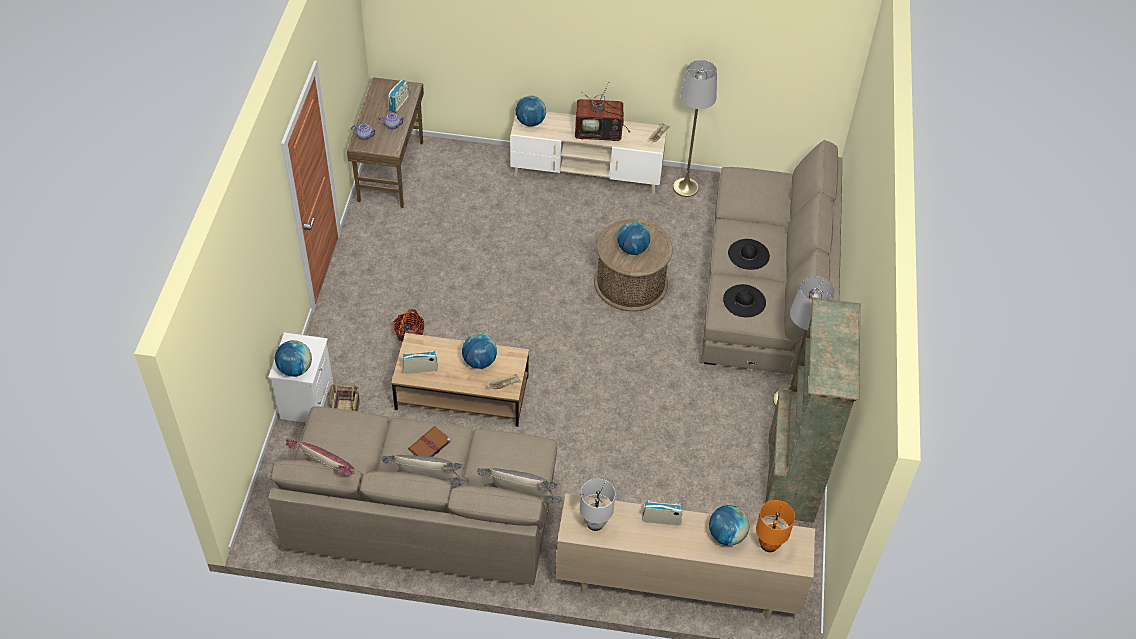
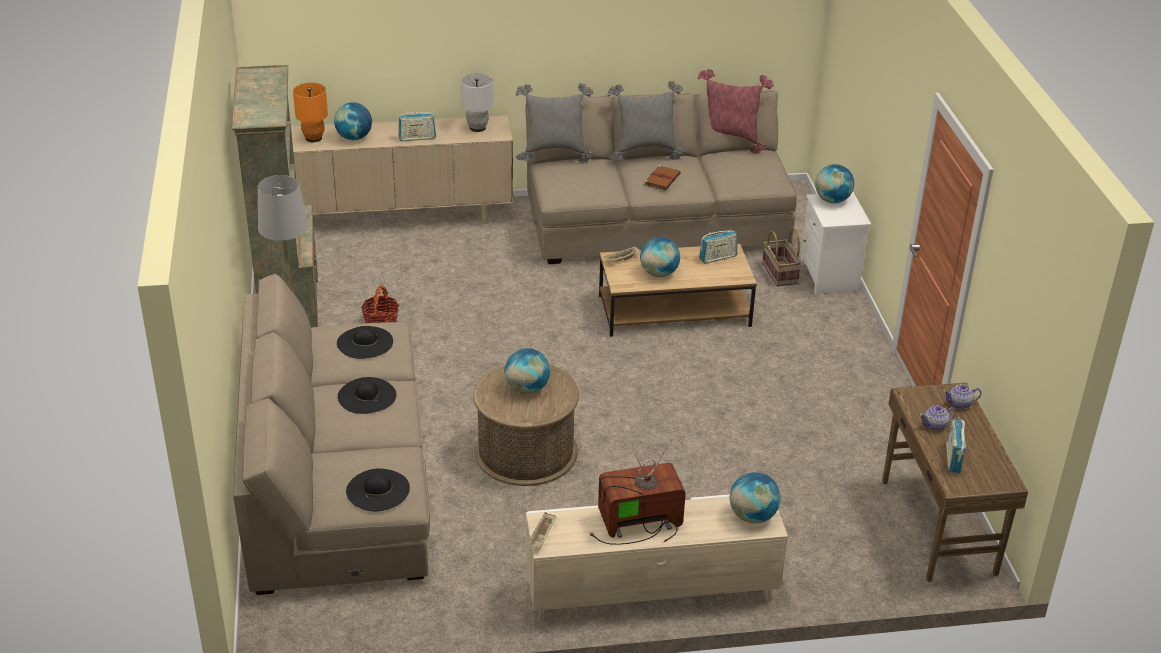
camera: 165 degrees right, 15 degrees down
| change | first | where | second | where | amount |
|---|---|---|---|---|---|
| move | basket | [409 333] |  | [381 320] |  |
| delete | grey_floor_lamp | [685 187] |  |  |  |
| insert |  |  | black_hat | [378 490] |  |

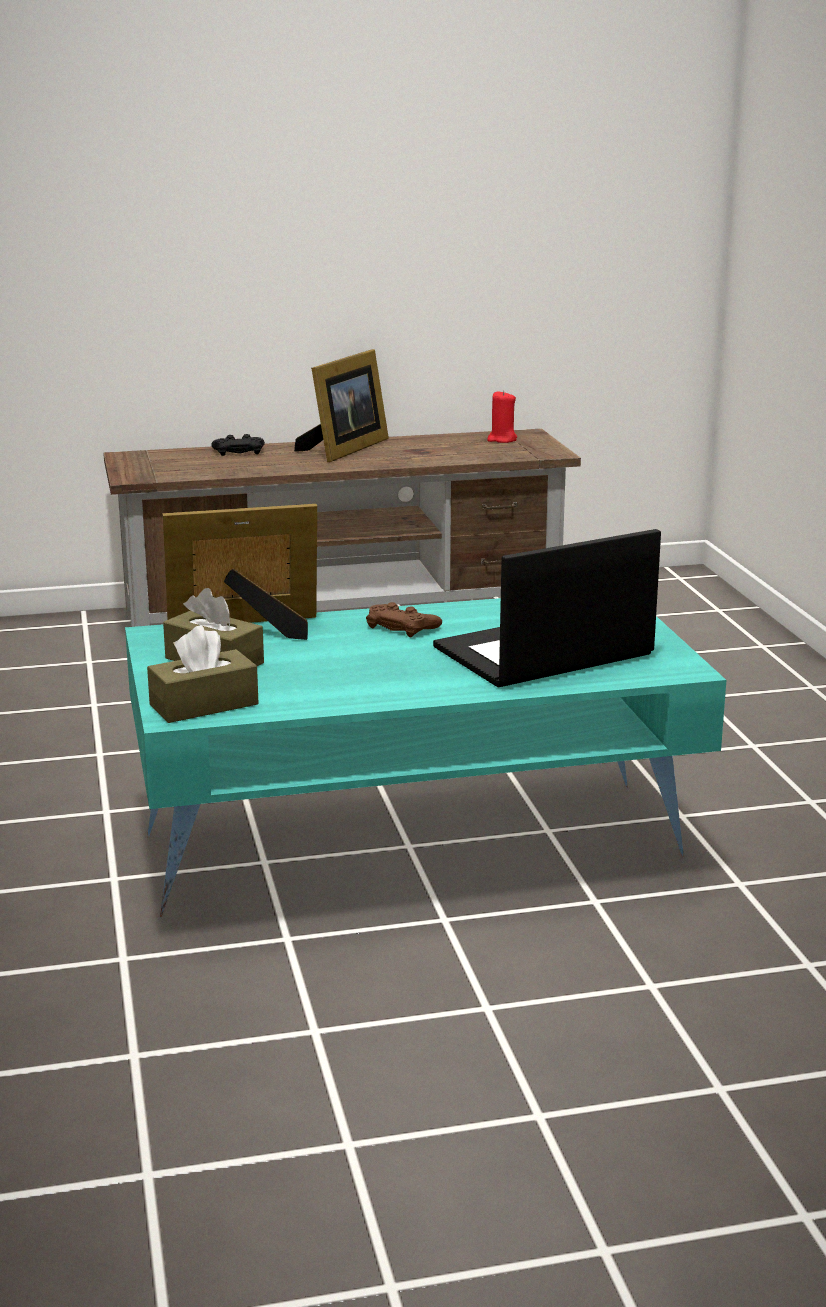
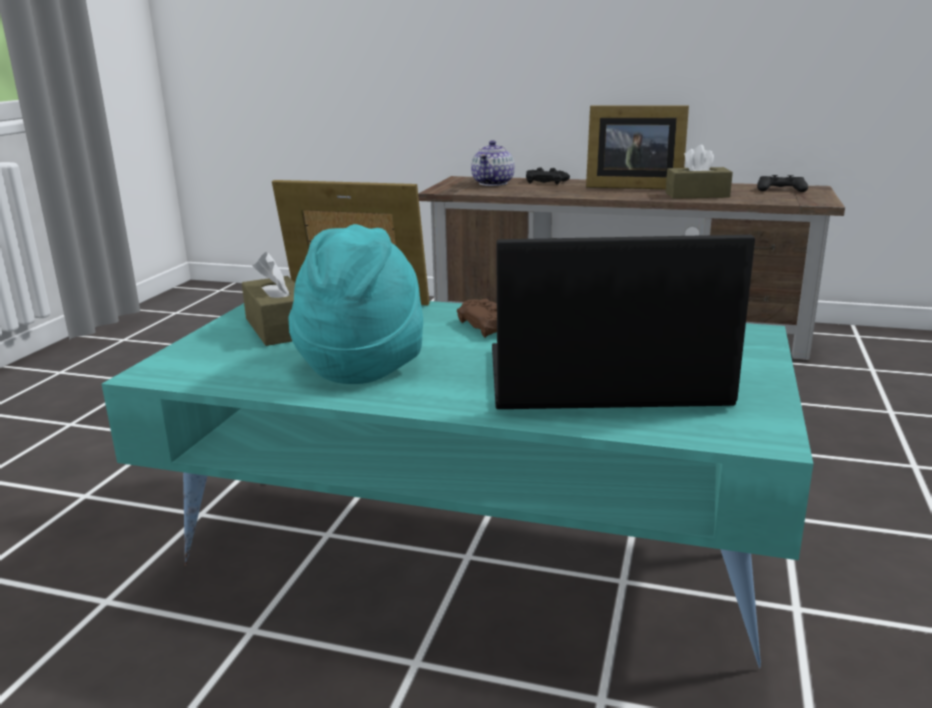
camera: 30 degrees right, 0 degrees up
| change | first | where | second | where | amount |
|---|---|---|---|---|---|
| move | brown_tissue_box | [204 705] |  | [697 195] |  |
| rotate | picture_frame | [344 449] |  | [631 186] | 45 degrees clockwise |
| replace | red_candle | [502 440] | black_game_controller | [780 190] |  |
| insert |  |  | turquoise_hat | [362 363] |  |
| insert |  |  | teapot | [493 183] |  |

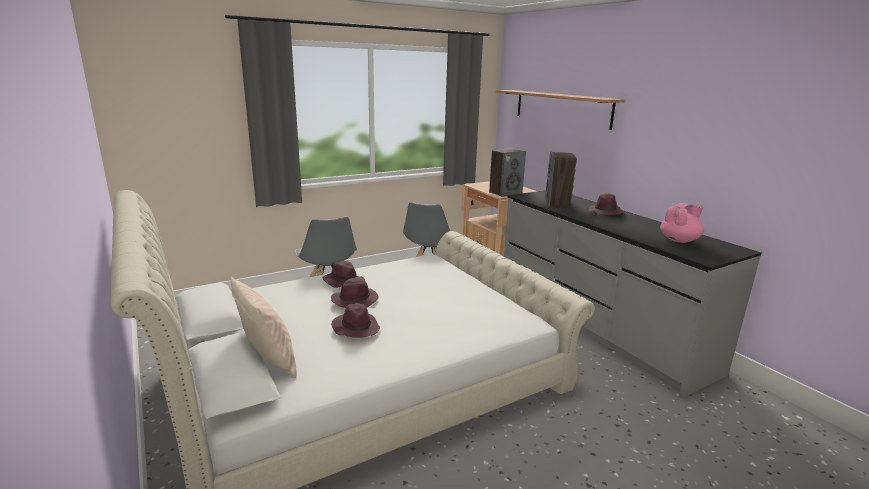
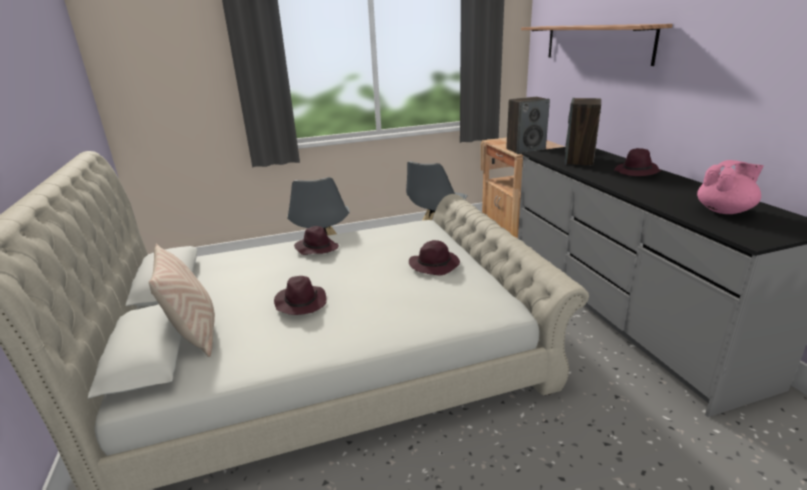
camera: 15 degrees right, 5 degrees up
| change | first | where | second | where | amount |
|---|---|---|---|---|---|
| move | purple_hat | [355 300] |  | [435 265] |  |

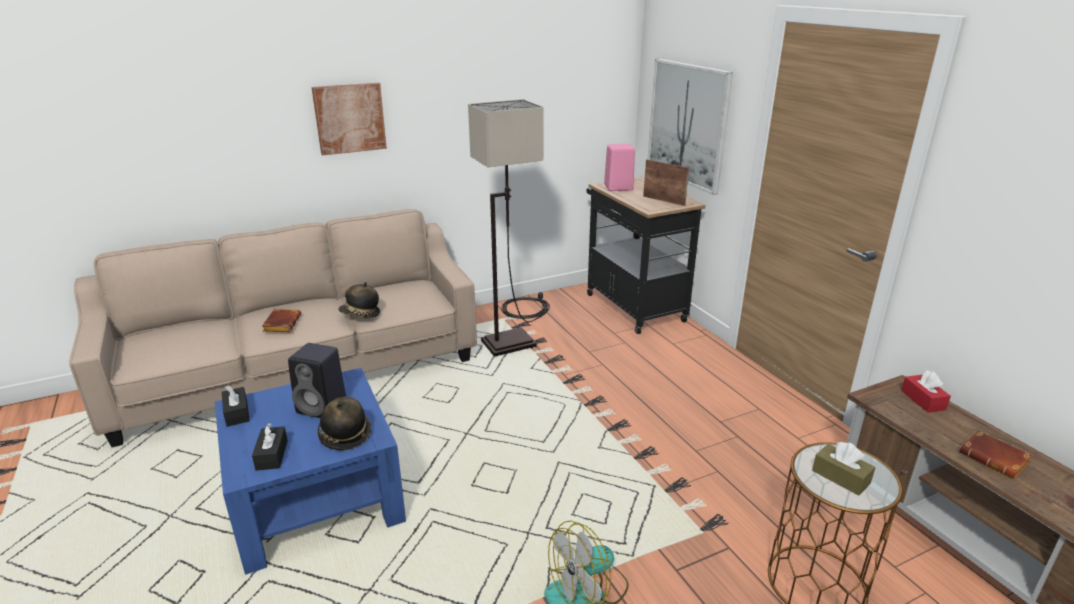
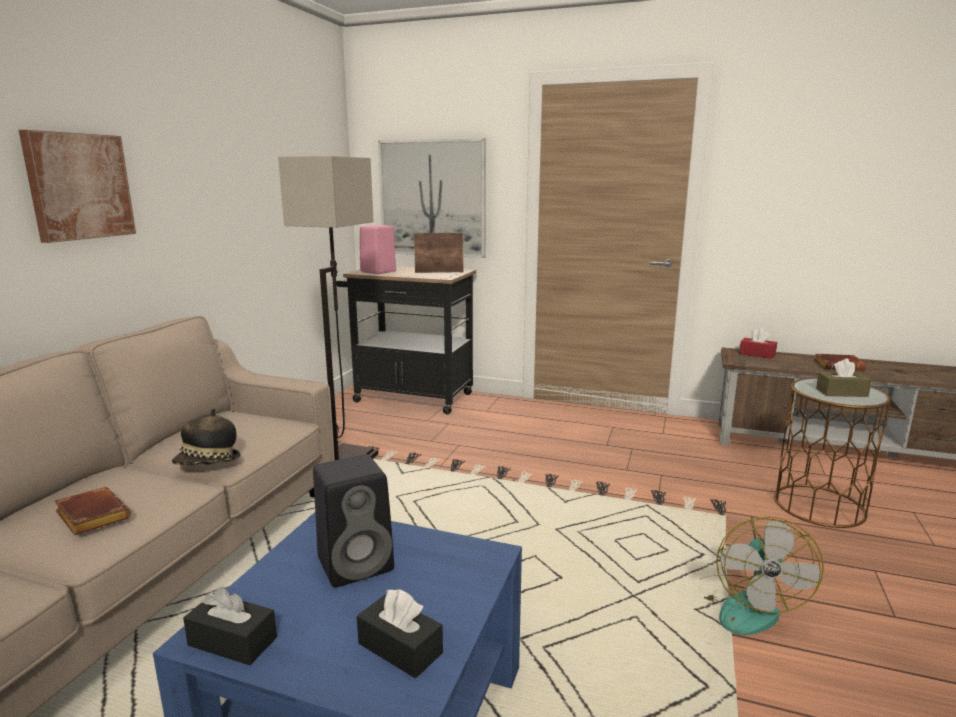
camera: 45 degrees left, 10 degrees down
| change | first | where | second | where | amount |
|---|---|---|---|---|---|
| delete | hat | [345 435] |  |  |  |

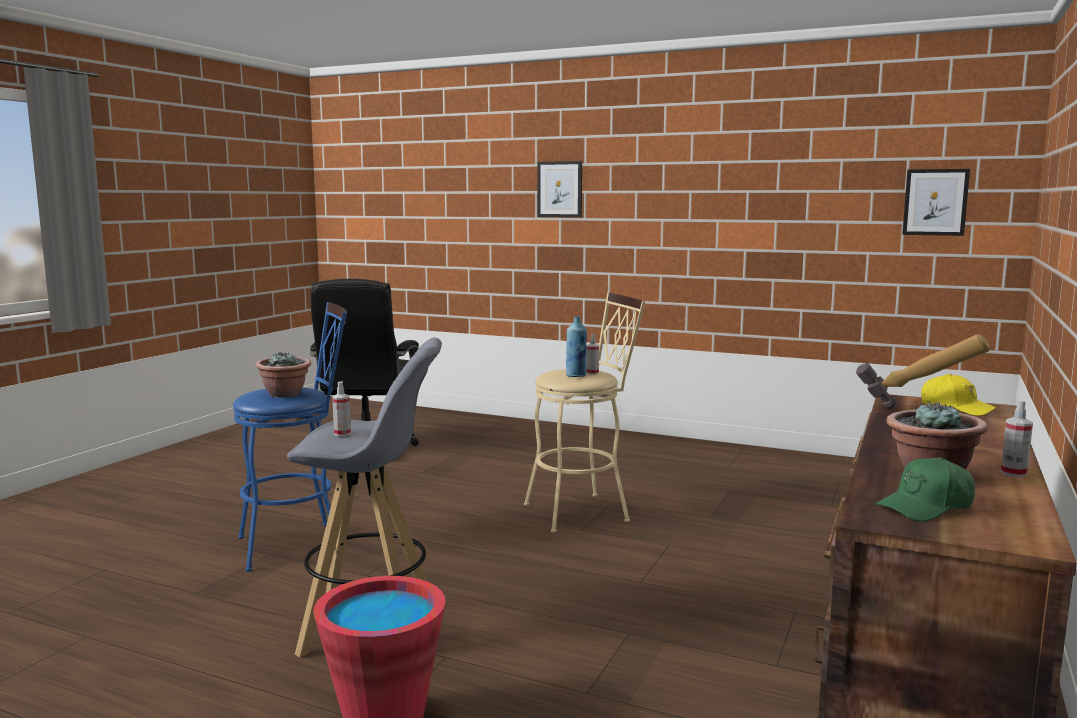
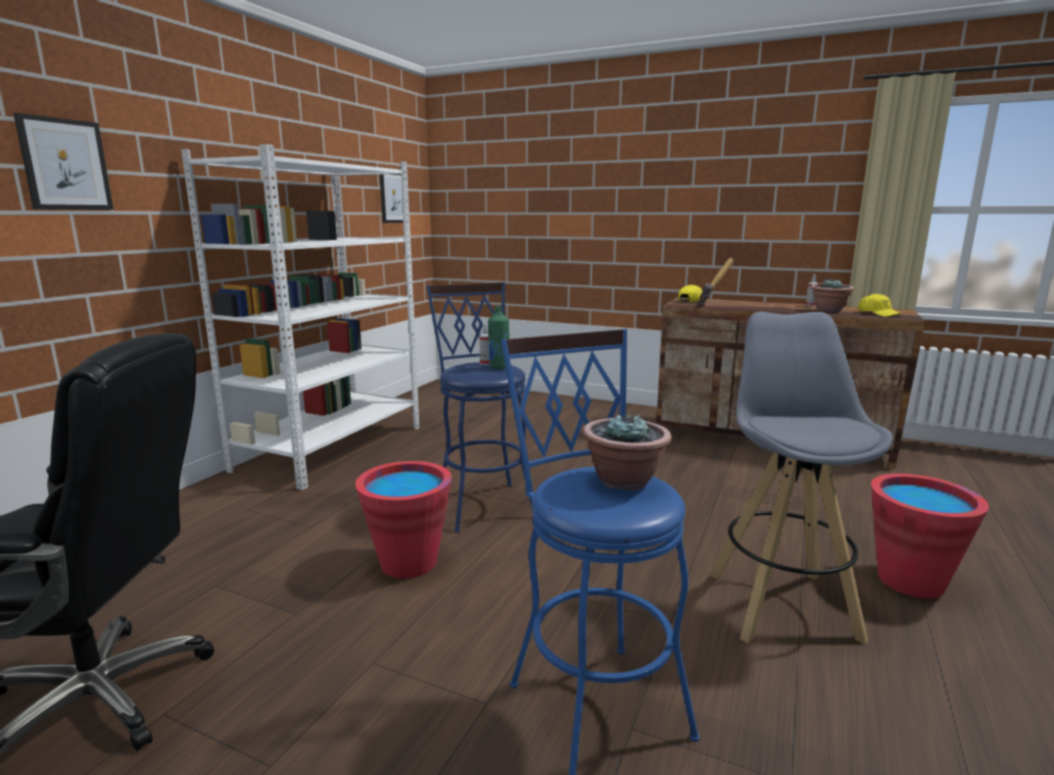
camera: 90 degrees left, 5 degrees up
| change | first | where | second | where | amount |
|---|---|---|---|---|---|
| delete | spray_bottle | [342 433] |  |  |  |
| recolor | beige_stool | [584 511] | blue_stool | [483 502] |  |
| recolor | blue_bottle | [576 376] | green_bottle | [499 367] |  |
| recolor | green_cap | [926 507] | yellow_cap | [878 313] |  |
| insert |  |  | white_bookcase | [332 448] |  |
| insert |  |  | red_bucket | [409 563] |  |

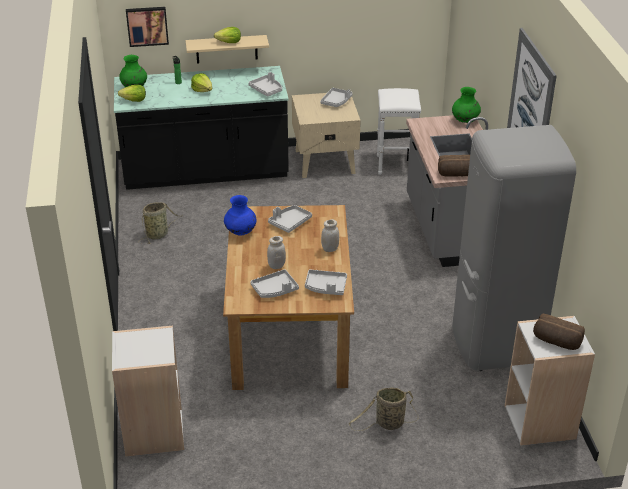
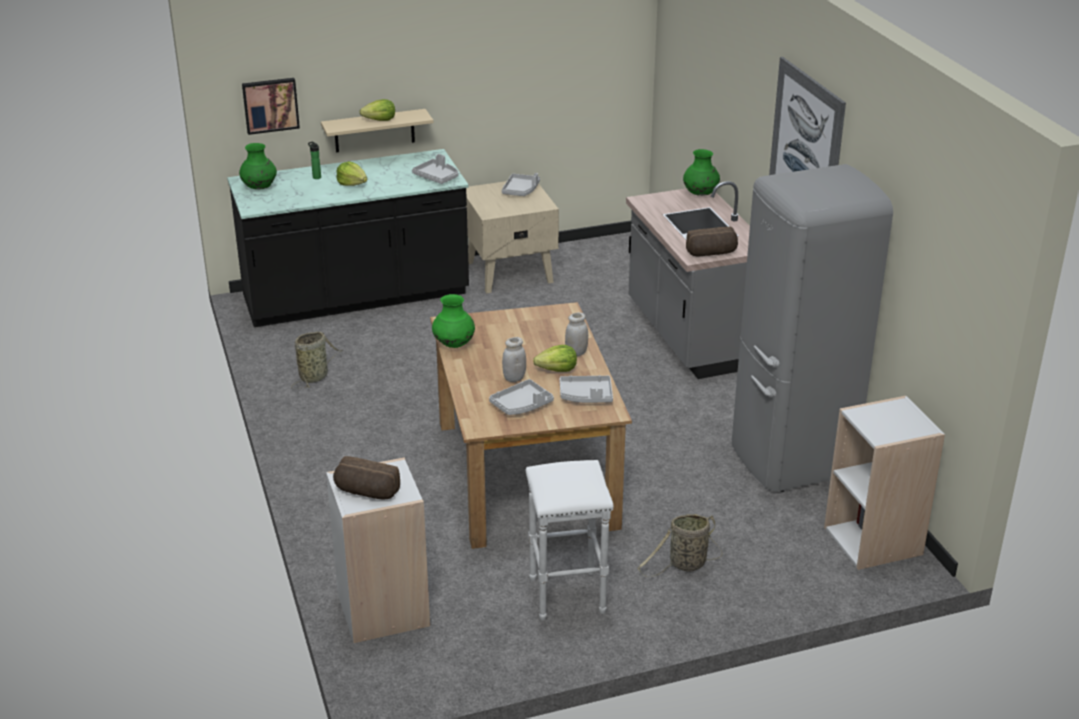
camera: 10 degrees left, 5 degrees down
| change | first | where | second | where | amount |
|---|---|---|---|---|---|
| move | lettuce | [134 100] |  | [557 370] |  |
| recolor | blue_vase | [240 232] | green_vase | [454 344] |  |
| delete | grey_tray | [290 223] |  |  |  |
| move | white_stool | [394 165] |  | [566 596] |  |
| move | bread | [556 342] |  | [366 492] |  |

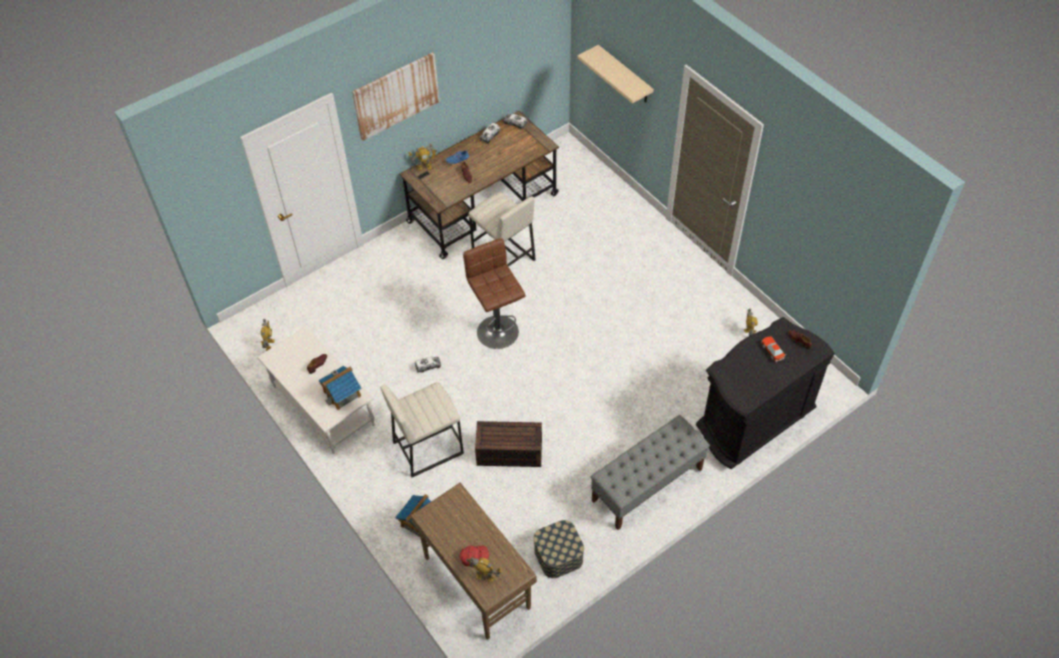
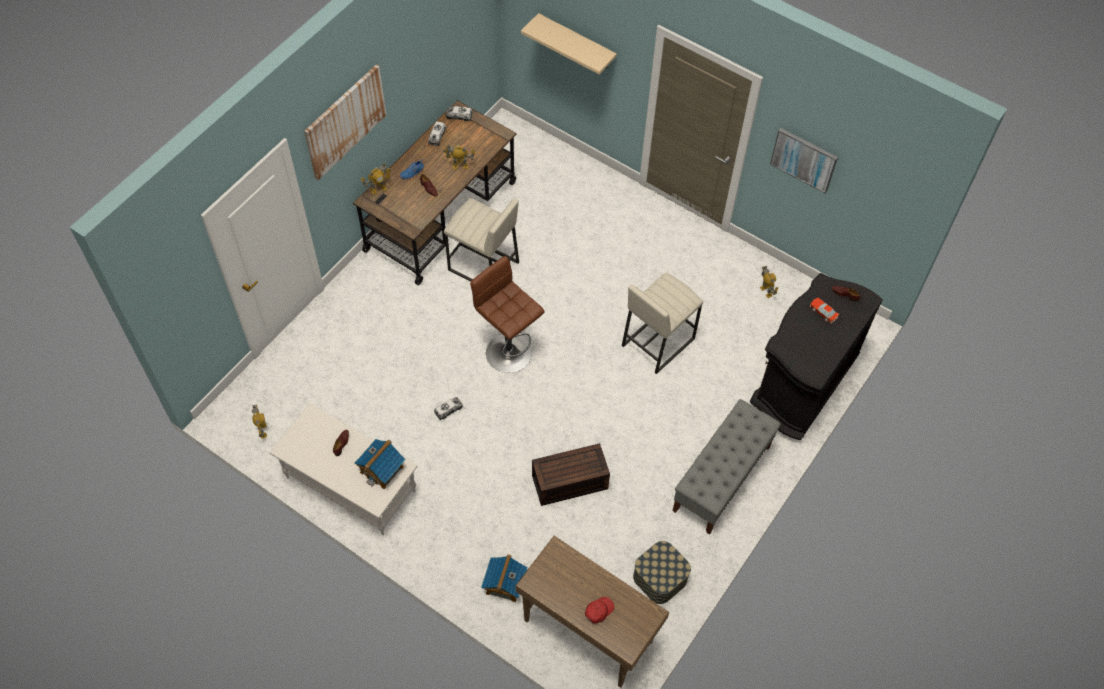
camera: 20 degrees left, 5 degrees up
| change | first | where | second | where | amount |
|---|---|---|---|---|---|
| move | beige_stool | [428 447] |  | [658 342] |  |
| move | toy_robot | [485 576] |  | [460 166] |  |
| insert |  |  | picture | [804 159] |  |

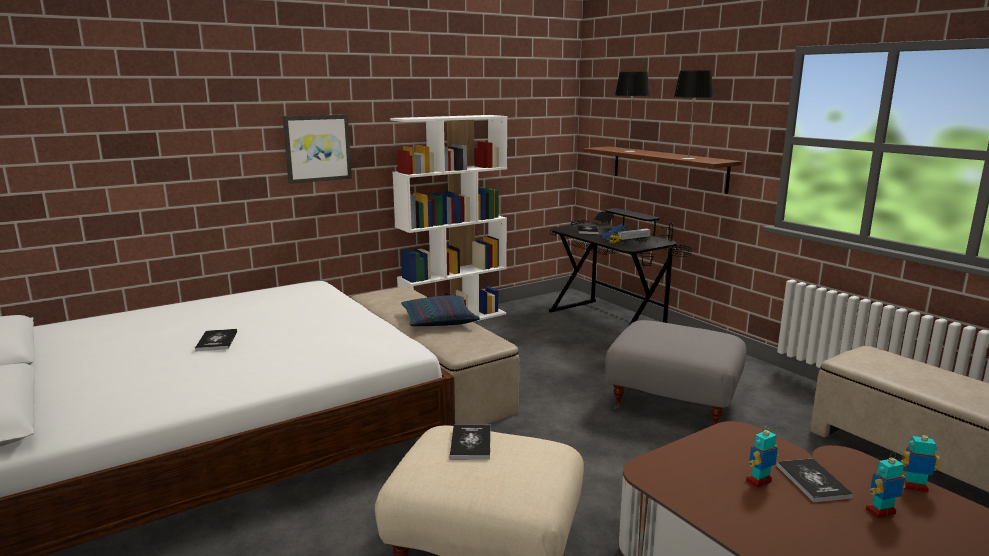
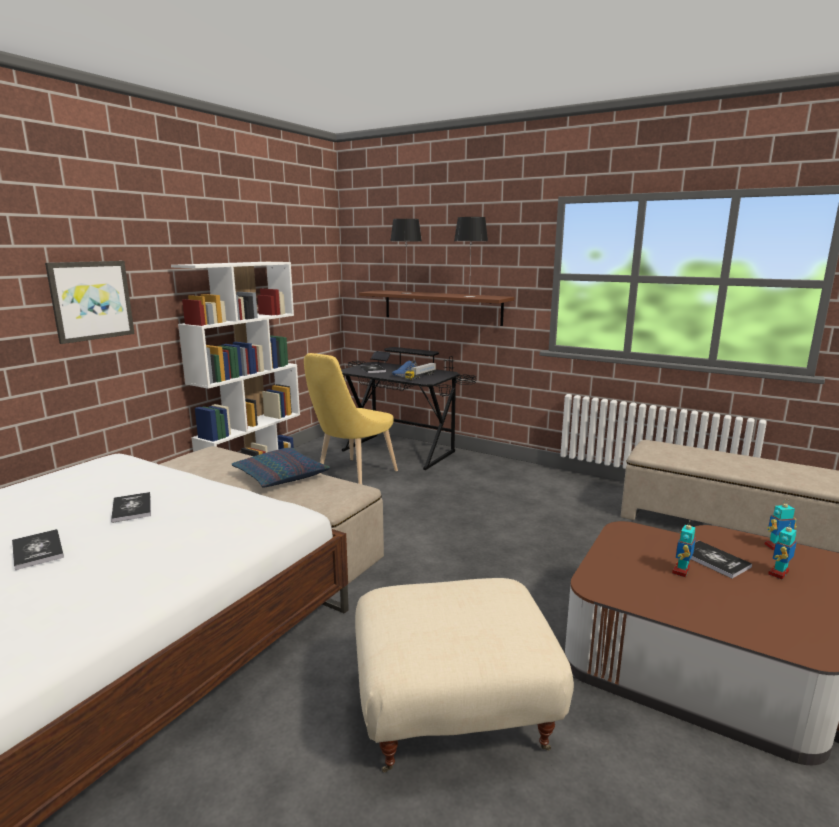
camera: 25 degrees left, 0 degrees up
| change | first | where | second | where | amount |
|---|---|---|---|---|---|
| move | book | [471 443] |  | [132 508] |  |
| delete | grey_ottoman | [673 403] |  |  |  |
| insert |  |  | yellow_chair | [353 476] |  |

